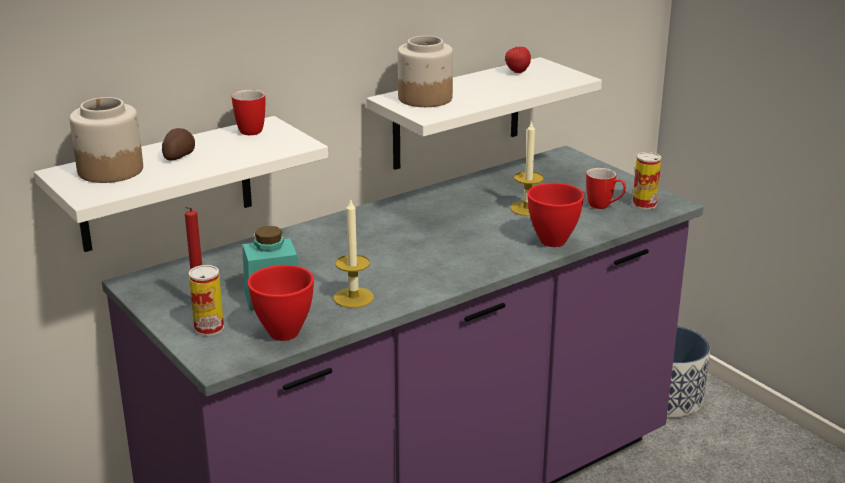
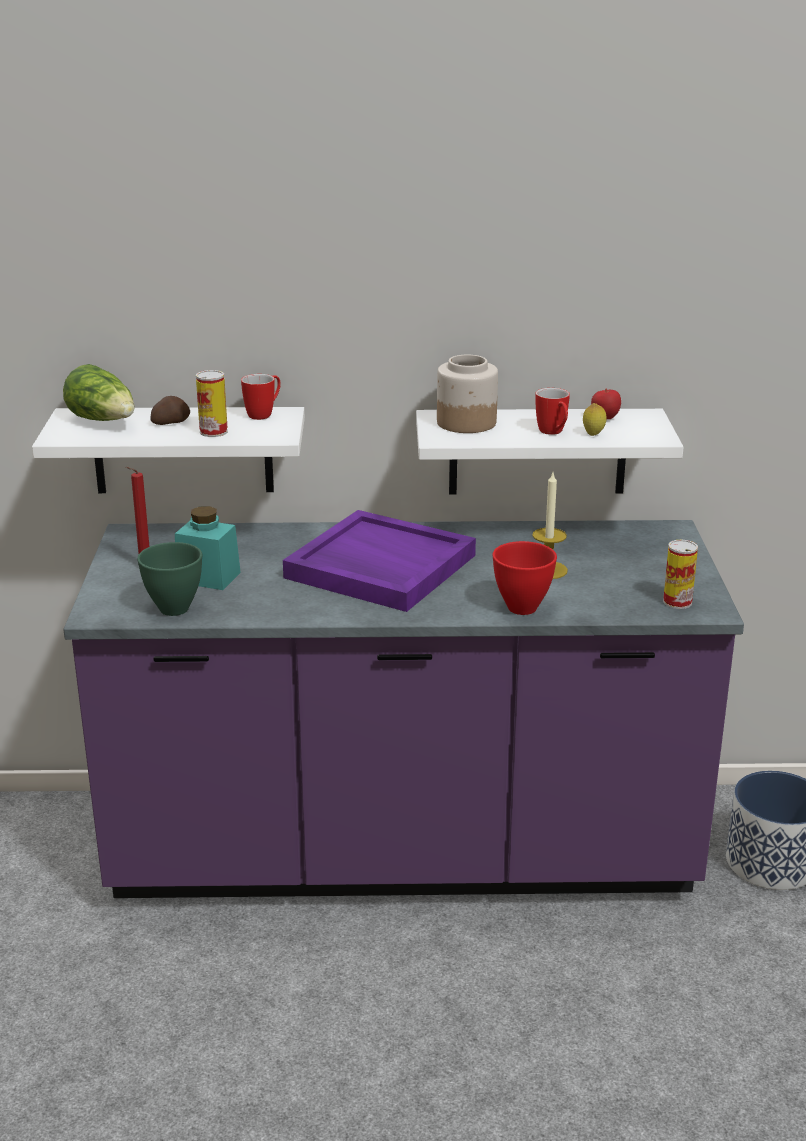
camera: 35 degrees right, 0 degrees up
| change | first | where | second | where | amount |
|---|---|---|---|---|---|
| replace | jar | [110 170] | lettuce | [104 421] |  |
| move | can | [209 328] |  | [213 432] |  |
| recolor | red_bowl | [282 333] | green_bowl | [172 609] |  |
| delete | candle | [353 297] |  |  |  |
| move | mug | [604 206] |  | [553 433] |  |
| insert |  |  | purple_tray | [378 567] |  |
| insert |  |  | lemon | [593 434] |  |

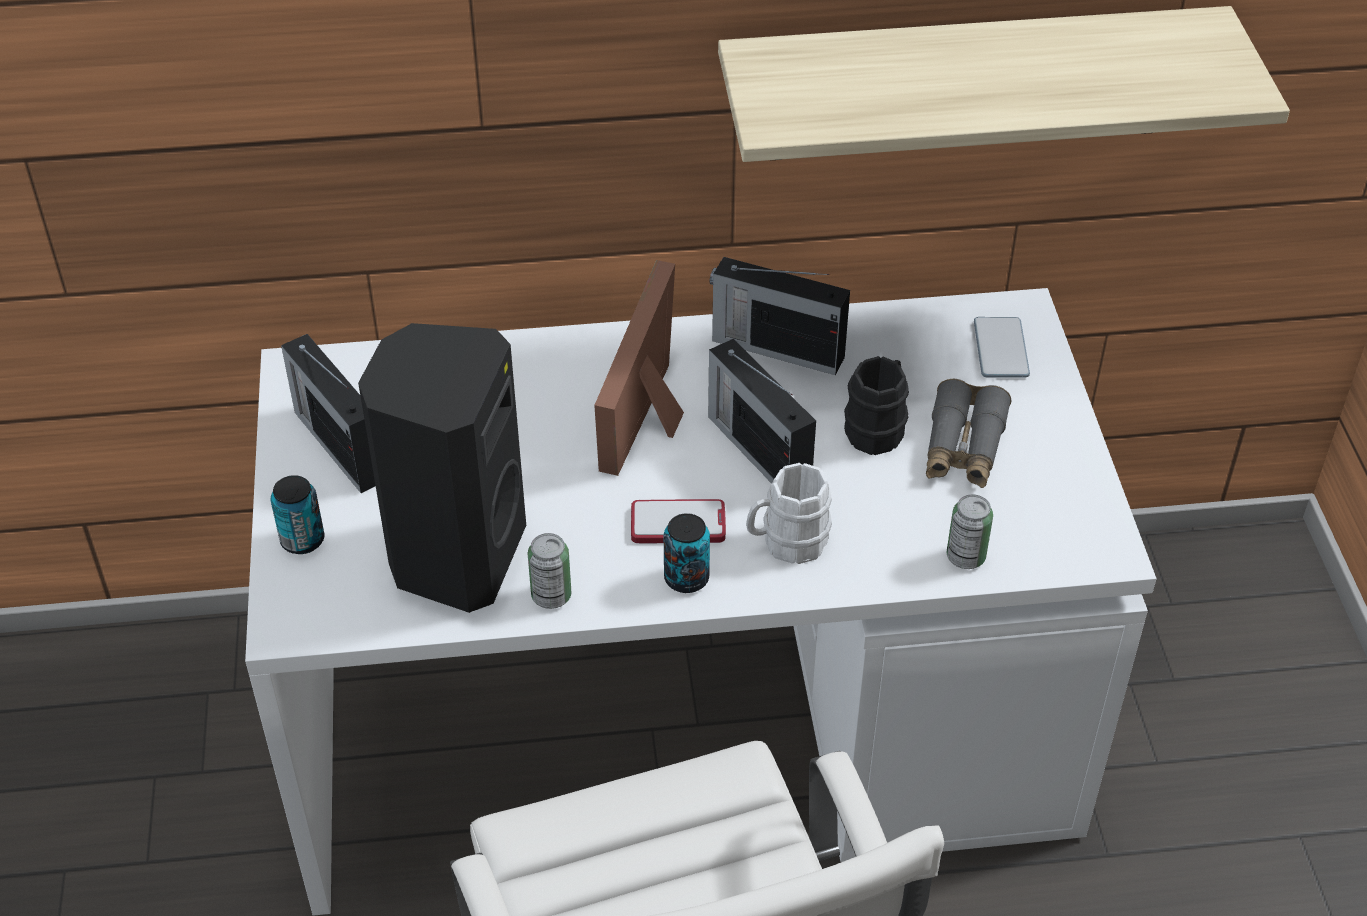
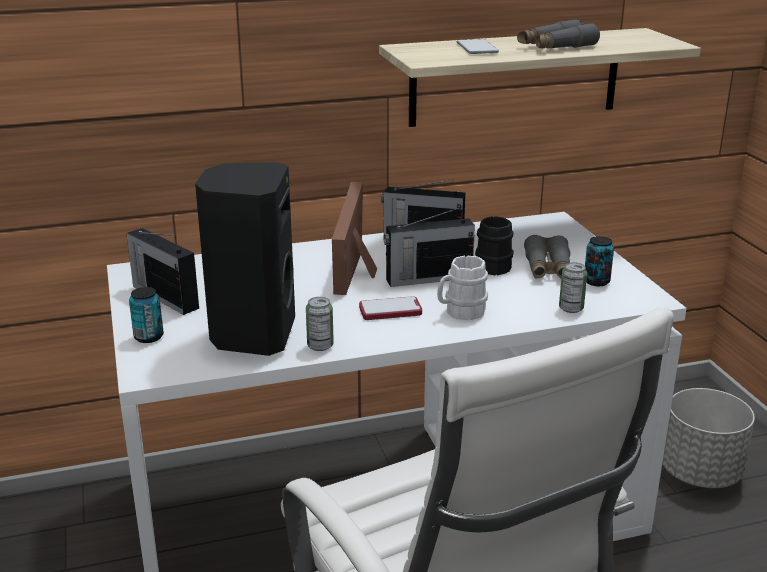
camera: 10 degrees left, 20 degrees down
| change | first | where | second | where | amount |
|---|---|---|---|---|---|
| move | can | [686 578] |  | [596 281] |  |
| rotate | radio | [757 449] |  | [427 278] | 60 degrees counterclockwise |
| move | phone | [1001 349] |  | [477 48] |  |
| insert |  |  | grey_binoculars | [556 46] |  |
| insert |  |  | grey_planter | [700 473] |  |

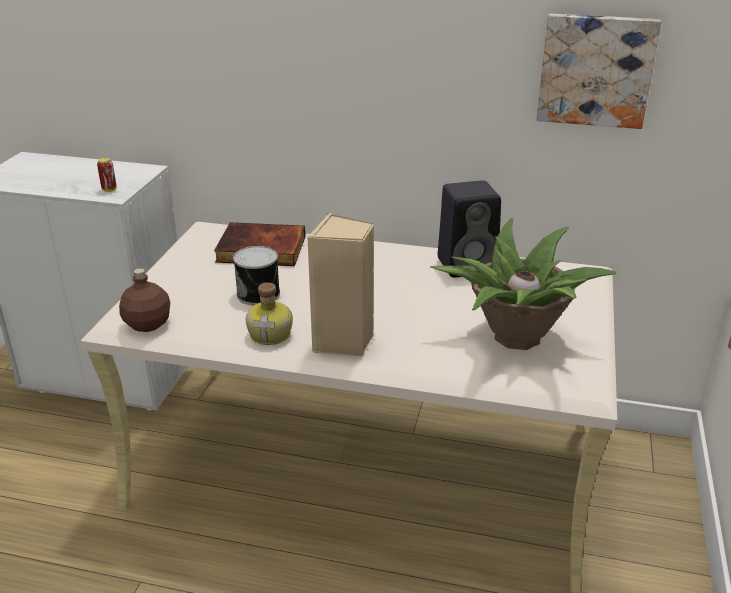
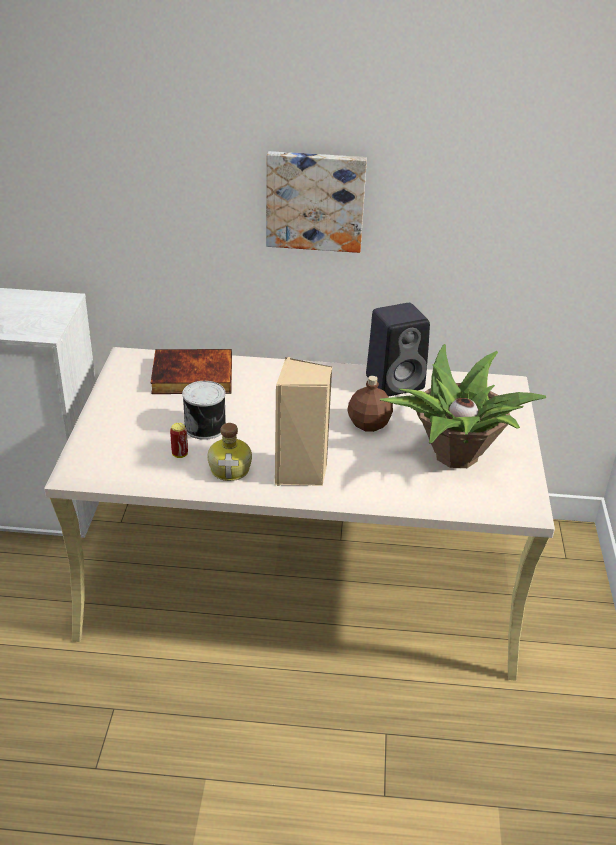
camera: 10 degrees left, 5 degrees up
| change | first | where | second | where | amount |
|---|---|---|---|---|---|
| move | can | [109 190] |  | [180 454] |  |
| move | brown_bottle | [147 324] |  | [368 424] |  |
| move | picture | [596 70] |  | [315 200] |  |

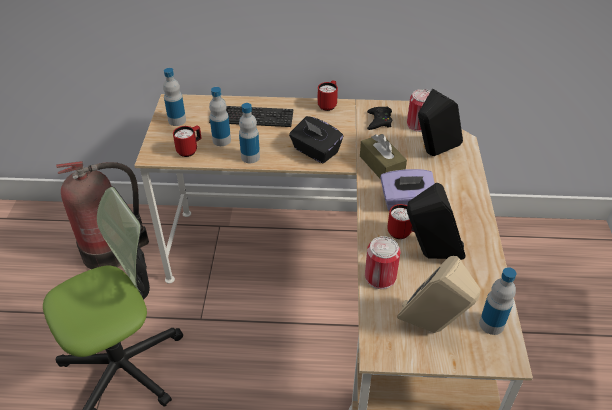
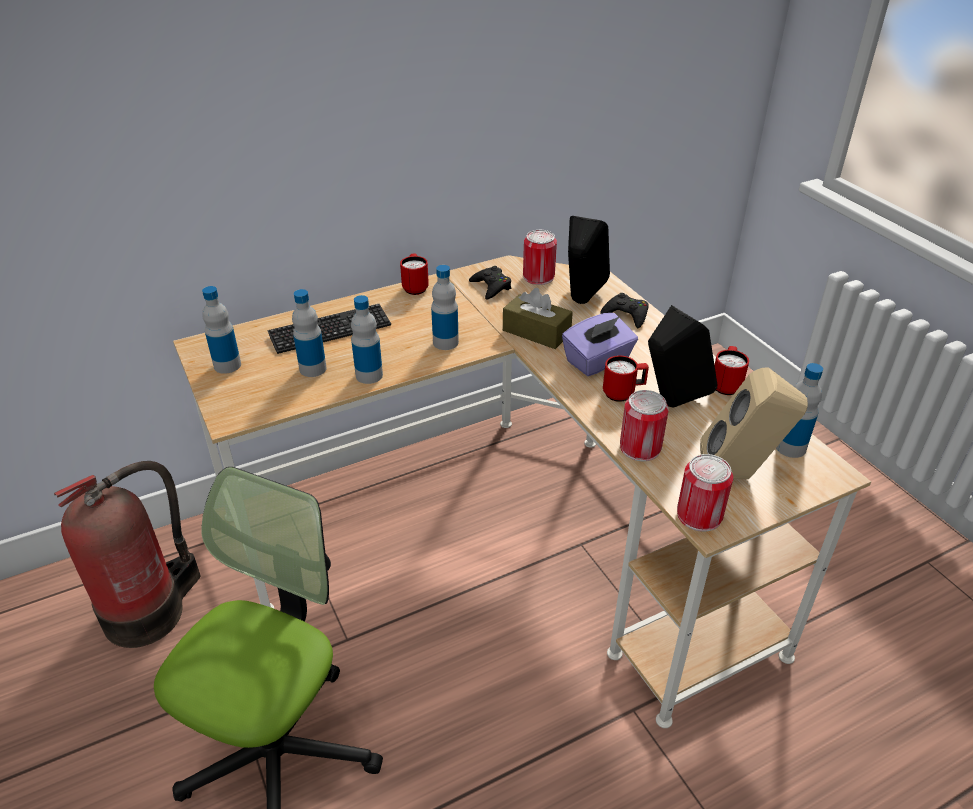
camera: 30 degrees left, 5 degrees down
| change | first | where | second | where | amount |
|---|---|---|---|---|---|
| move | red_mug | [190 150] |  | [726 384] |  |
| replace | black_tissue_box | [315 151] | bottle | [445 342] |  |
| insert |  |  | black_game_controller | [626 315] |  |
| insert |  |  | can | [699 515] |  |

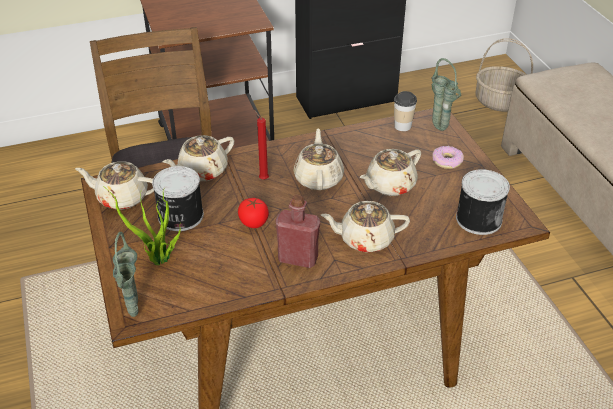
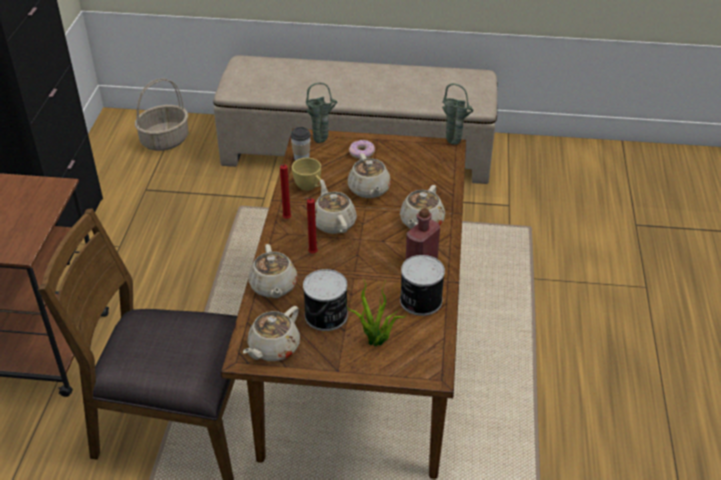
camera: 65 degrees left, 0 degrees up
| change | first | where | second | where | amount |
|---|---|---|---|---|---|
| move | green_vase | [134 314] |  | [455 144] |  |
| delete | tomato | [253 222] |  |  |  |
| rotate | beige_teapot | [318 178] |  | [333 222] | 45 degrees clockwise |
| move | can | [477 218] |  | [419 300] |  |
| insert |  |  | red_candle | [286 219] |  |
| insert |  |  | yellow_cup | [309 187] |  |

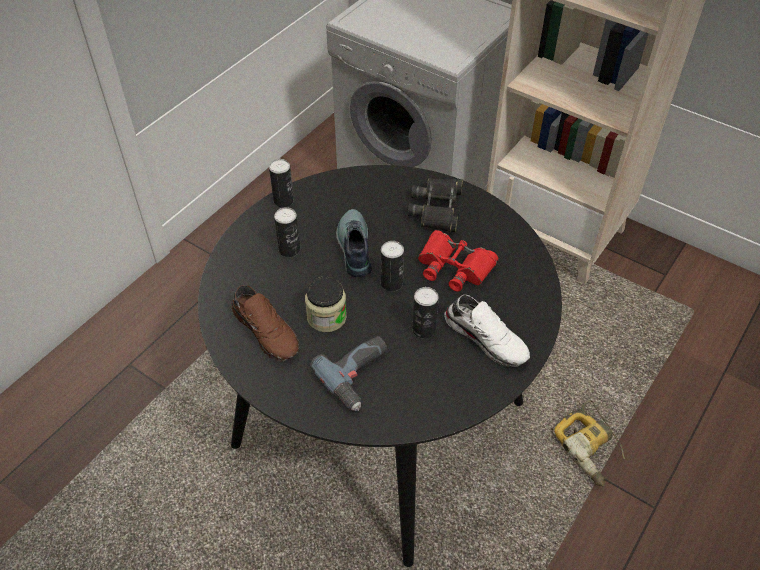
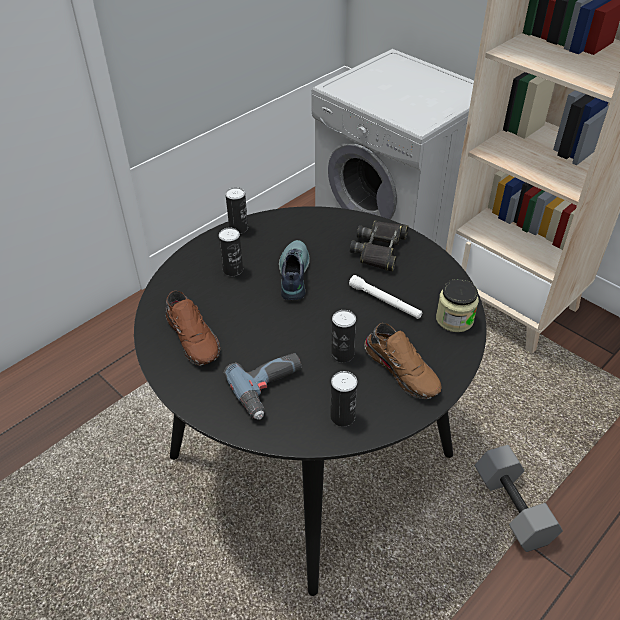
camera: 10 degrees right, 5 degrees down
| change | first | where | second | where | amount |
|---|---|---|---|---|---|
| move | jar | [326 317] |  | [454 319] |  |
| move | can | [391 283] |  | [342 417] |  |
| replace | red_binoculars | [454 266] | white_flashlight | [385 301] |  |
| recolor | white_shoe | [487 338] | brown_shoe | [403 370] |  |
| replace | power_drill | [591 448] | grey_dumbbell | [514 508] |  |

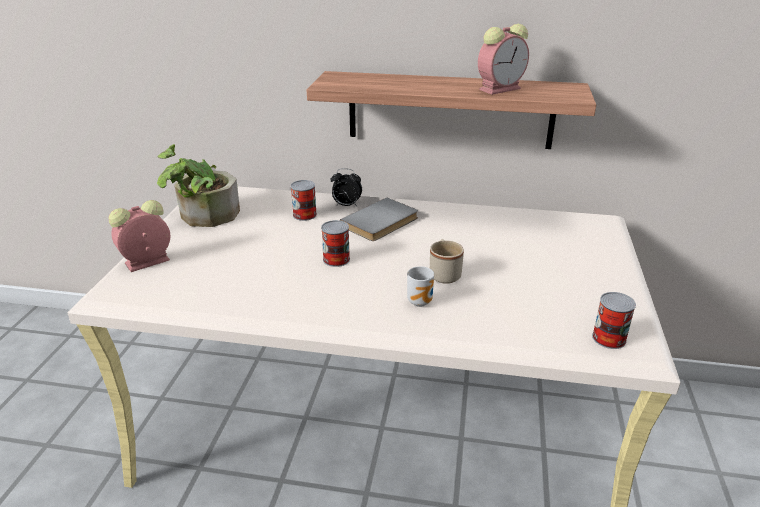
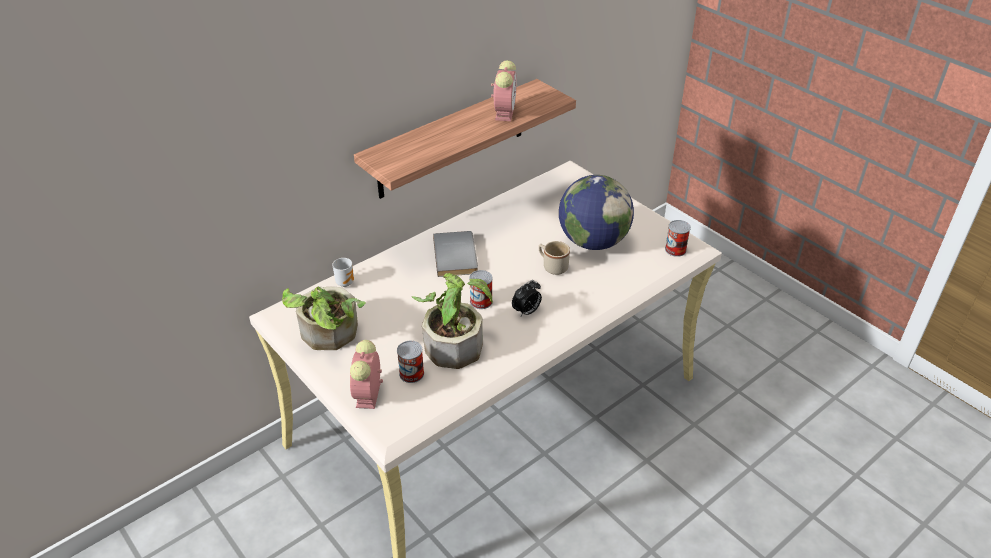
camera: 50 degrees left, 10 degrees up
| change | first | where | second | where | amount |
|---|---|---|---|---|---|
| move | can | [304 215] |  | [411 373] |  |
| move | alarm_clock | [346 205] |  | [526 312] |  |
| move | mug | [421 302] |  | [345 282] |  |
| insert |  |  | potted_plant | [454 341] |  |
| insert |  |  | globe | [593 242] |  |

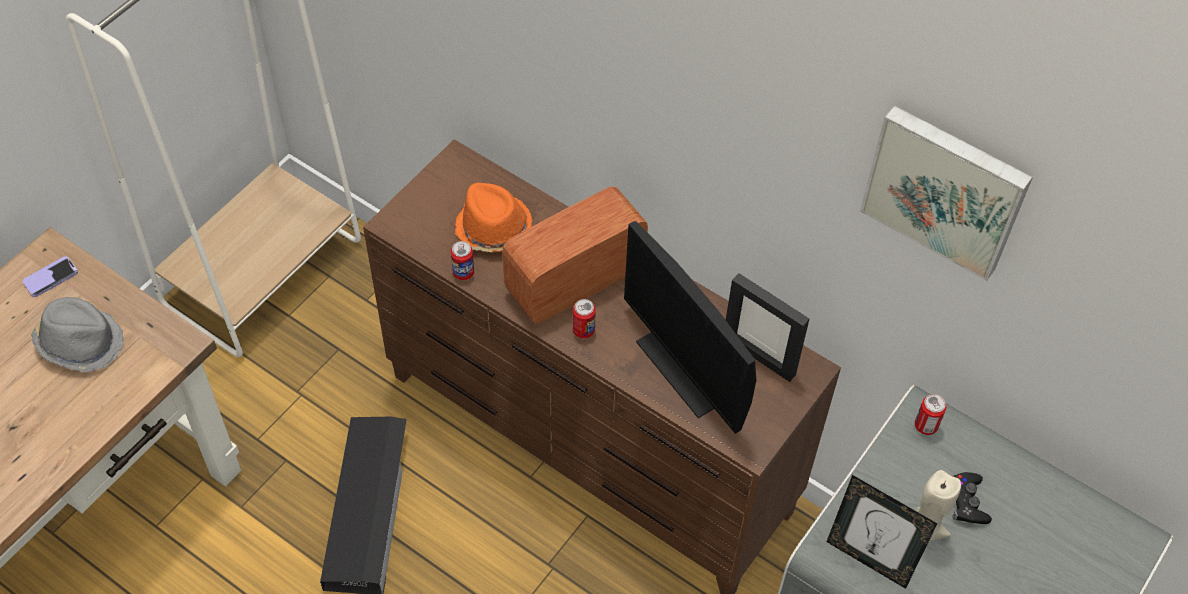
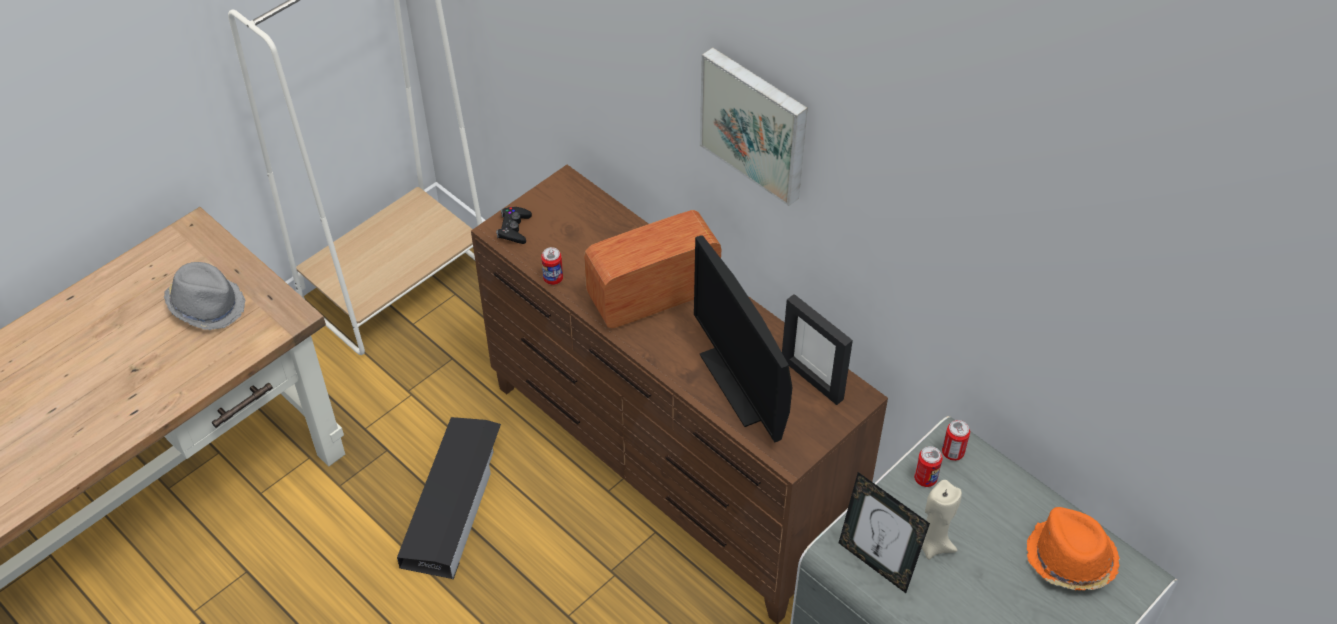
camera: 10 degrees right, 5 degrees down
| change | first | where | second | where | amount |
|---|---|---|---|---|---|
| delete | phone | [51 278] |  |  |  |
| move | orange_hat | [493 229] |  | [1069 559] |  |
| move | can | [583 330] |  | [925 479] |  |
| move | picture | [946 189] |  | [756 123] |  |
| move | black_game_controller | [967 501] |  | [514 228] |  |

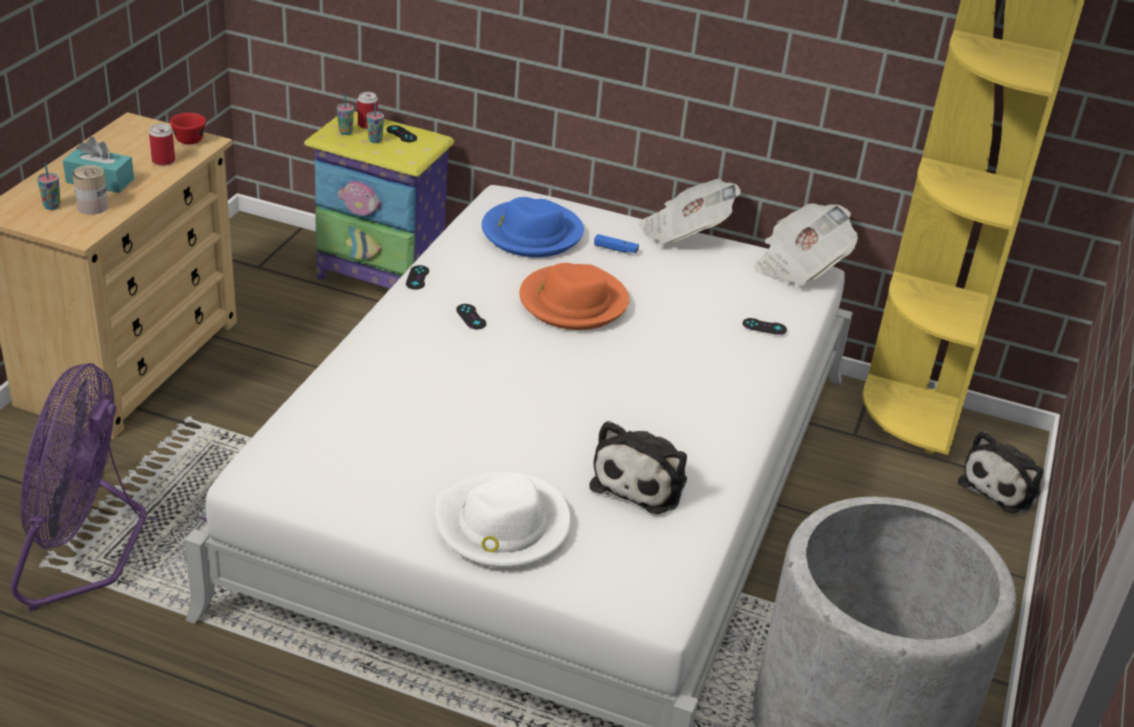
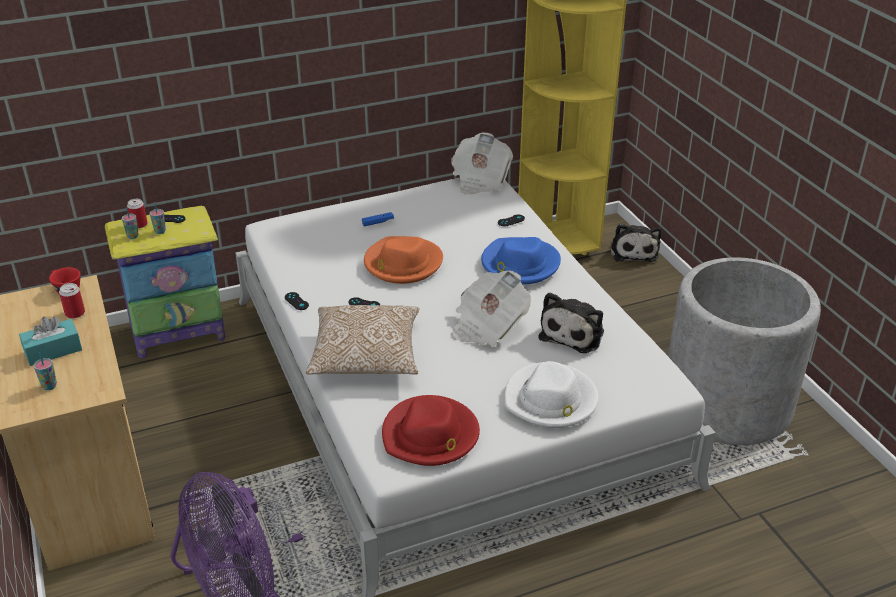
camera: 40 degrees left, 0 degrees up
| change | first | where | second | where | amount |
|---|---|---|---|---|---|
| delete | can | [92 207] |  |  |  |
| move | blue_hat | [531 233] |  | [519 264] |  |
| rotate | plush_toy | [642 481] |  | [574 333] | 45 degrees clockwise |
| move | newspaper | [685 233] |  | [488 326] |  |
| insert |  |  | pillow | [366 357] |  |
| insert |  |  | red_hat | [430 435] |  |

